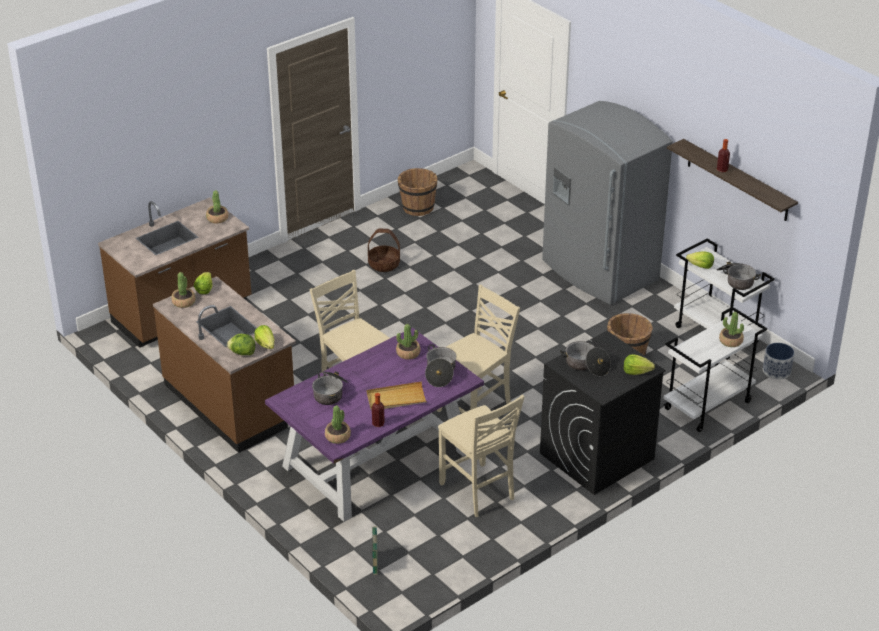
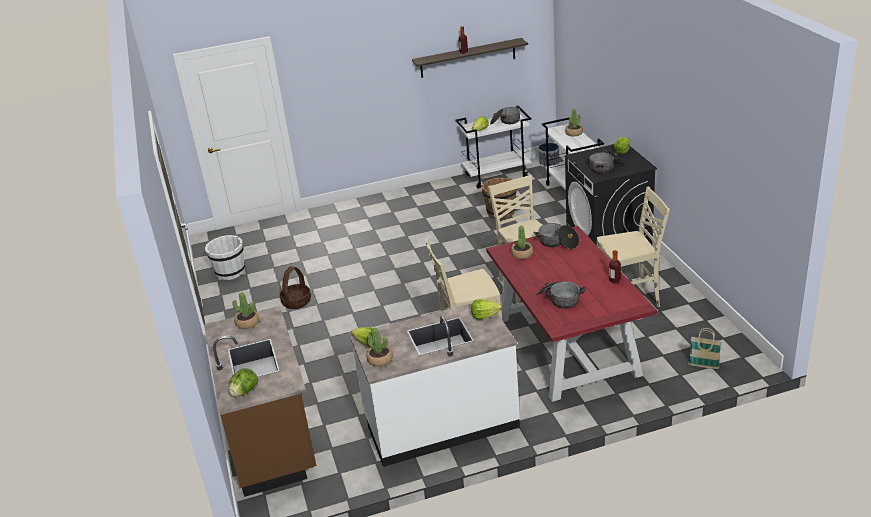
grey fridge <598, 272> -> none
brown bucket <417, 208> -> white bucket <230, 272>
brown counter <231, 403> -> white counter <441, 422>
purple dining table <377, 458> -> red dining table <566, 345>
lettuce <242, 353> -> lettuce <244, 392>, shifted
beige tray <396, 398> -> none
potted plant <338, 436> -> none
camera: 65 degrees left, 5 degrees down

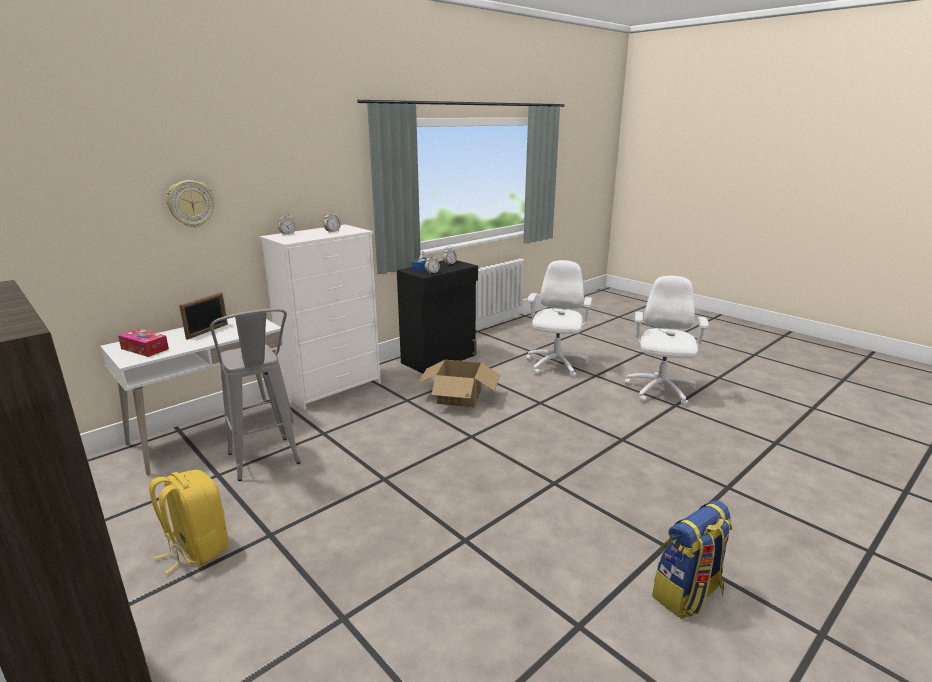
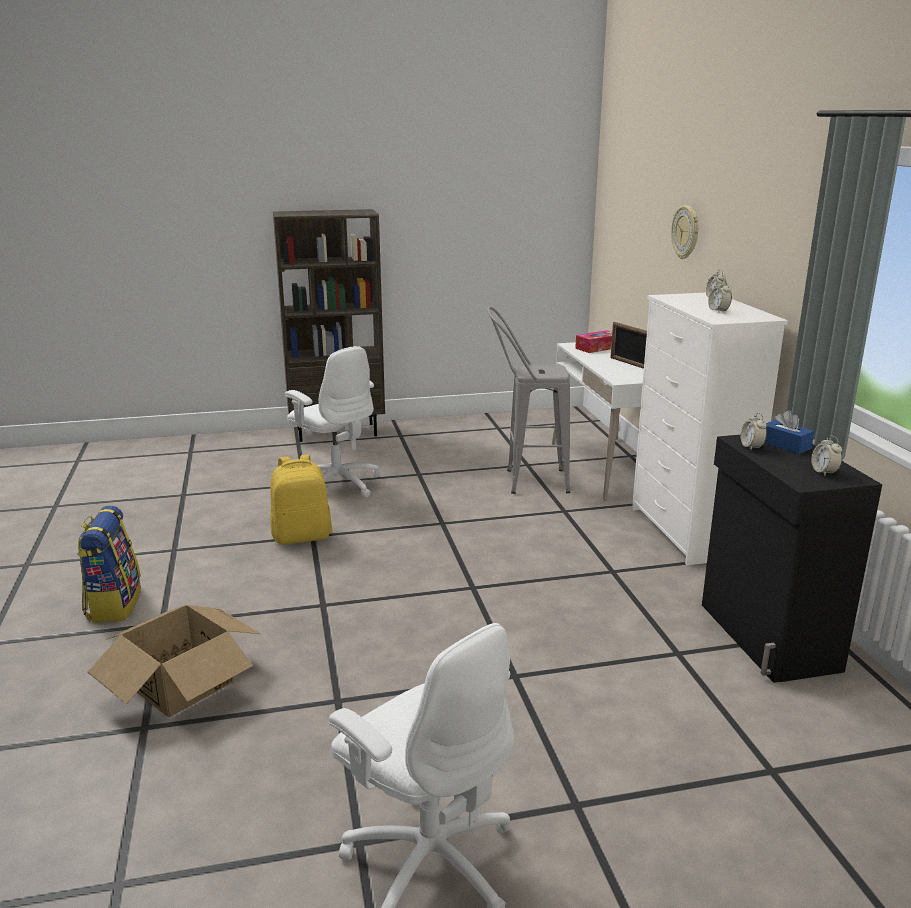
white office chair <555, 366> -> white office chair <337, 484>, shifted
cardboard box <459, 396> -> cardboard box <181, 683>, shifted
yellow backpack <196, 549> -> yellow backpack <302, 536>, shifted
camera: 120 degrees right, 0 degrees up

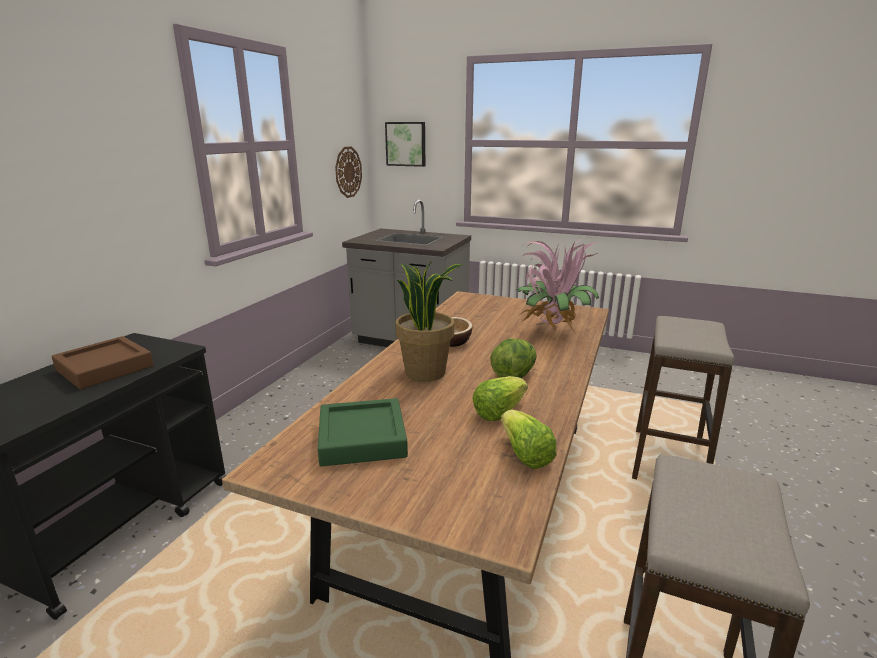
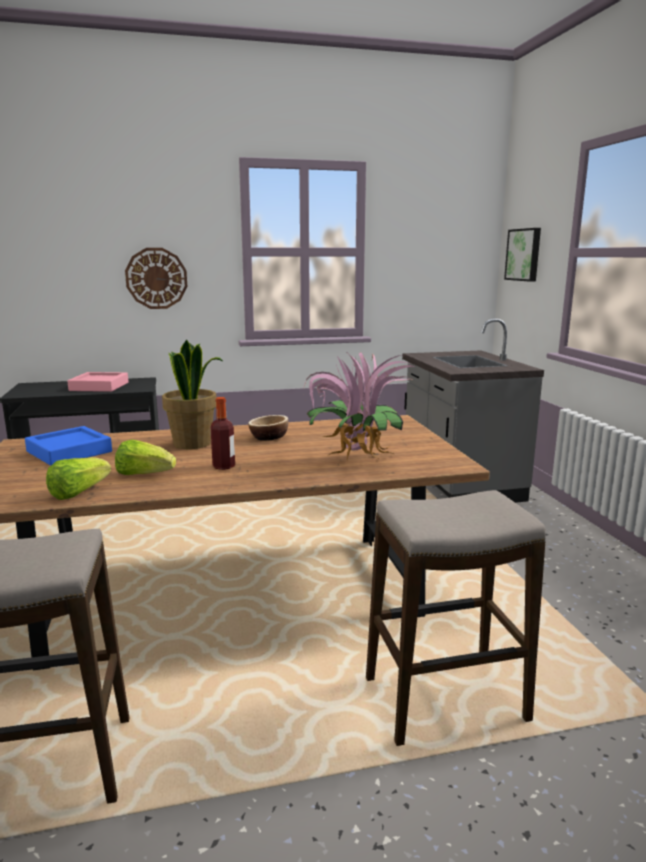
wall clock <348, 172> -> wall clock <156, 278>, shifted
brown tray <105, 368> -> pink tray <99, 386>
lettuce <514, 375> -> bottle <224, 466>
green tray <362, 438> -> blue tray <69, 452>
camera: 55 degrees right, 5 degrees down

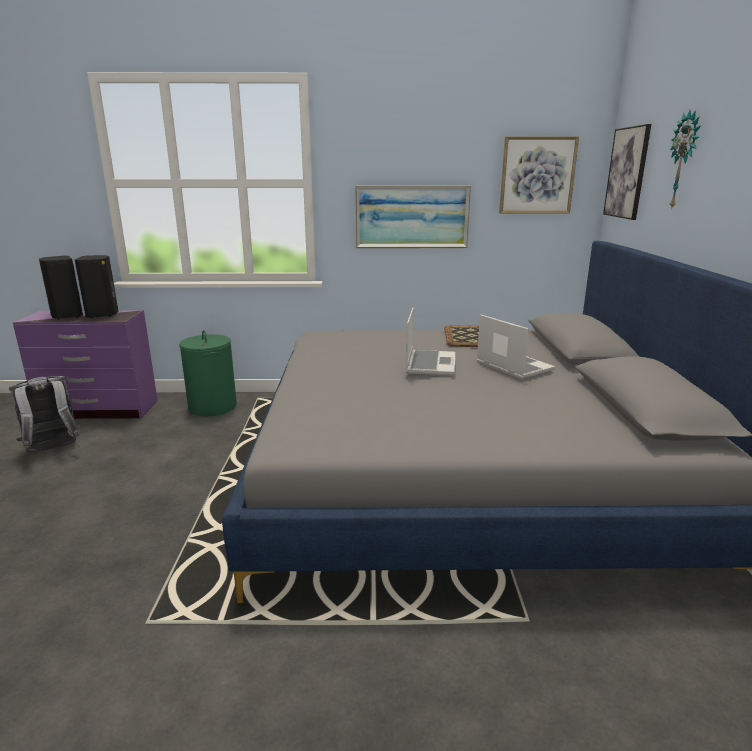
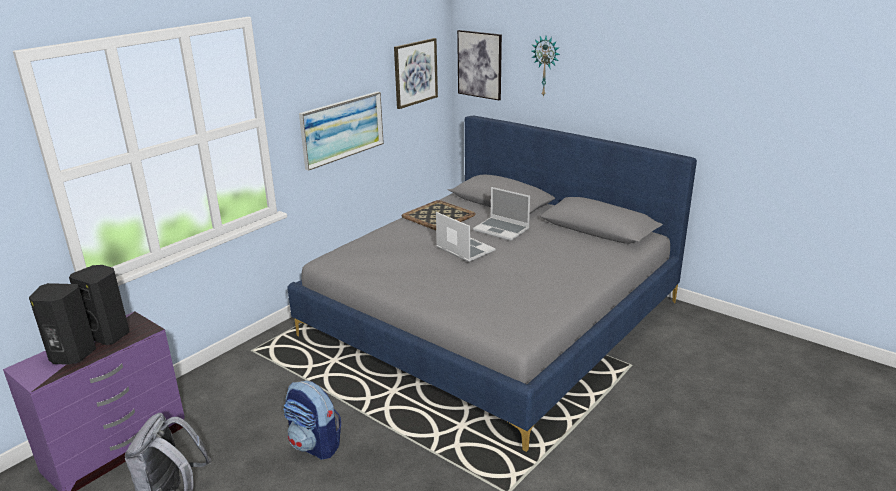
laptop <512, 366> -> laptop <502, 230>, 150 degrees counterclockwise
green laundry basket <212, 406> -> none
none -> backpack <315, 445>
camera: 50 degrees left, 5 degrees up

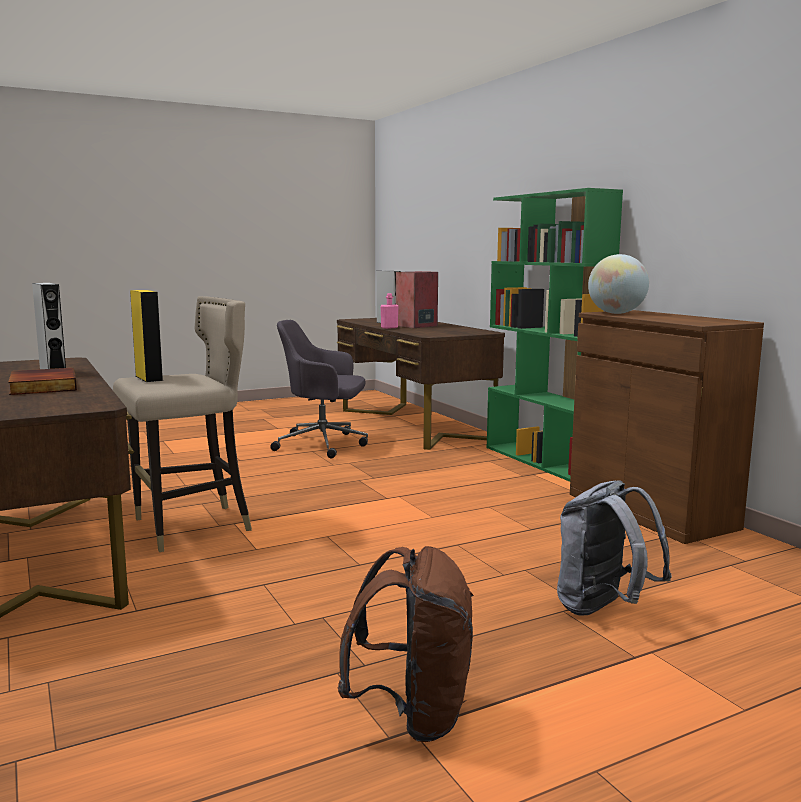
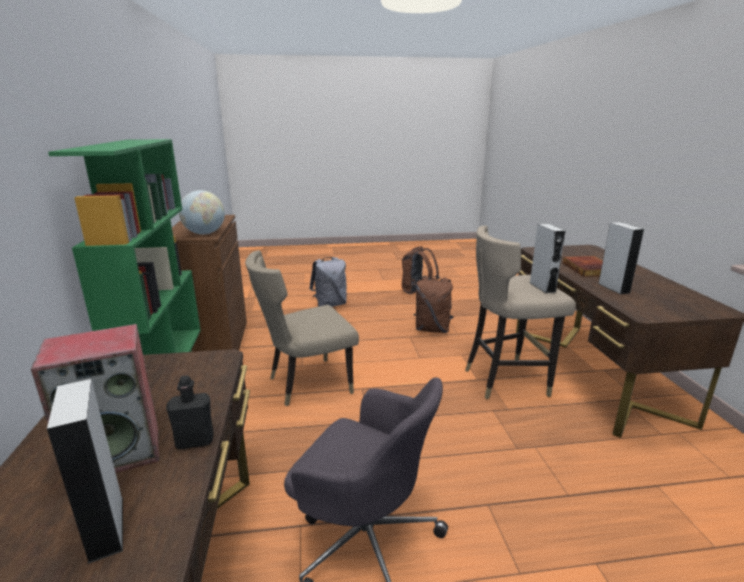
yellow speaker <149, 378> -> grey speaker <542, 287>
pink bottle <389, 328> -> black bottle <195, 441>
none -> beige chair <306, 384>
none -> brown backpack <432, 329>
camera: 160 degrees left, 10 degrees up

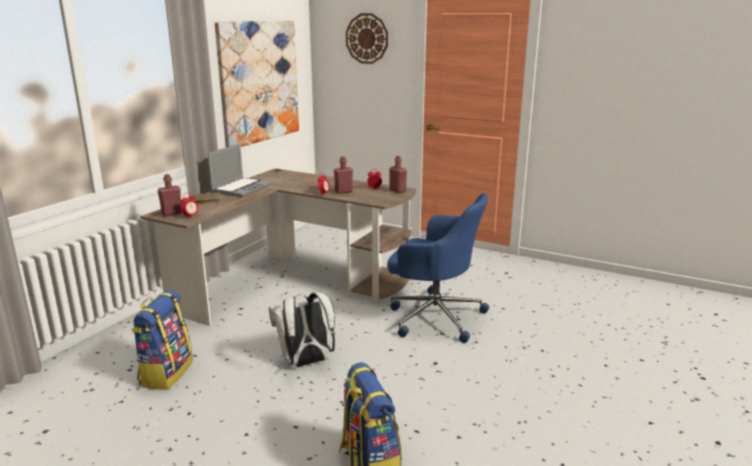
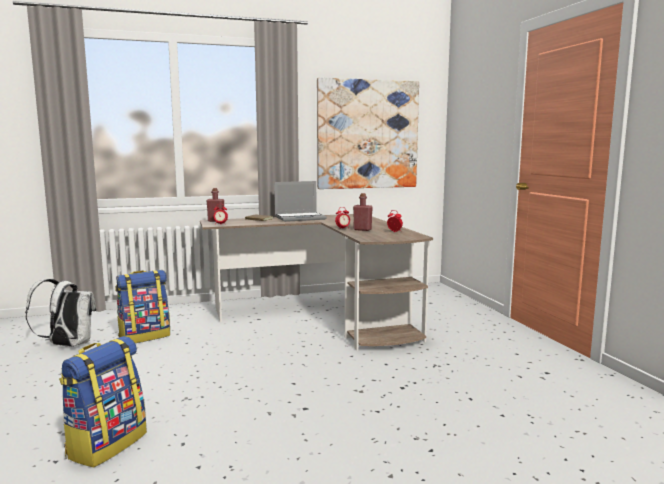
wall clock <367, 38> -> none
red bottle <397, 191> -> none
blue office chair <434, 316> -> none
white backpack <306, 362> -> white backpack <67, 345>, shifted
camera: 45 degrees right, 10 degrees down

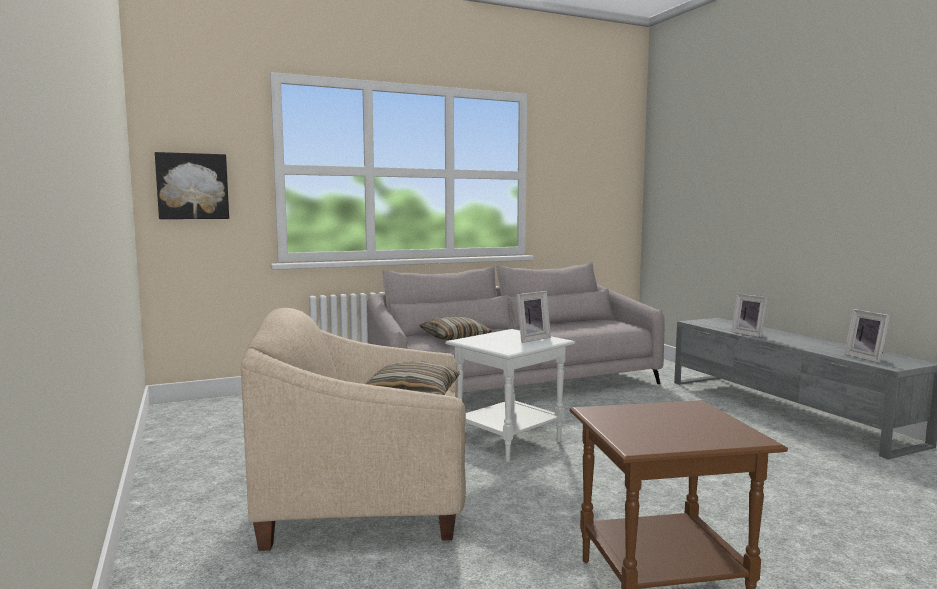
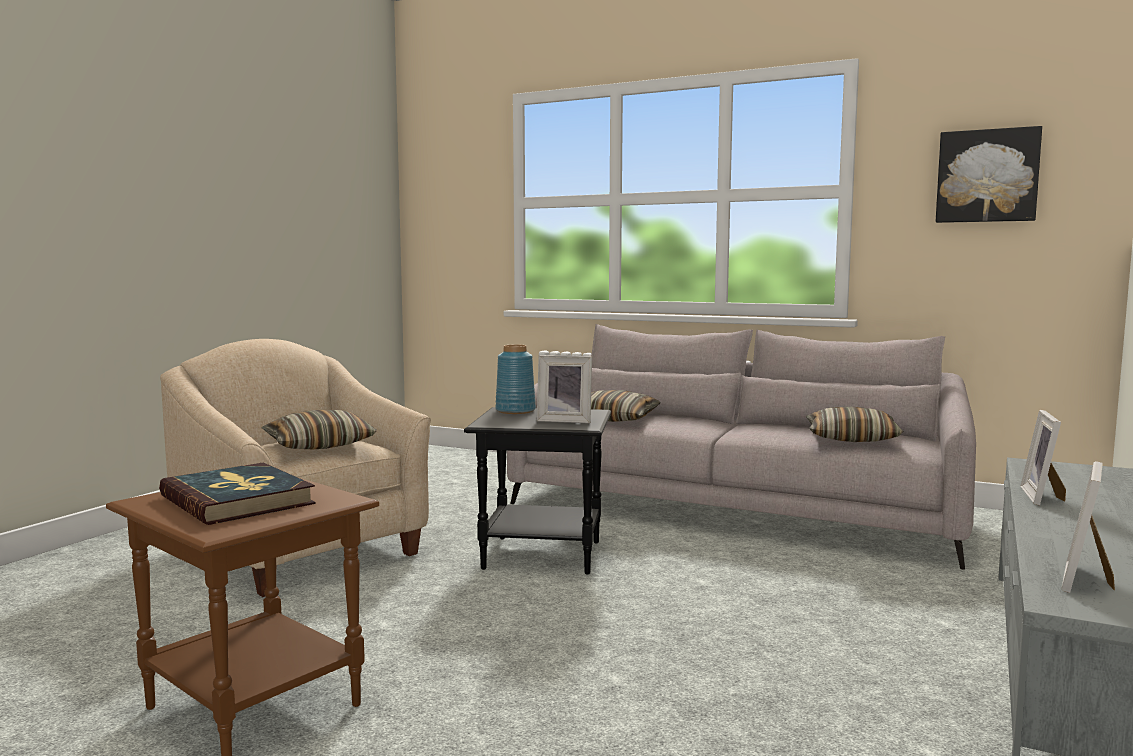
picture <192, 186> -> picture <987, 176>, shifted
white side table <510, 441> -> black side table <544, 555>
none -> blue vase <514, 411>
none -> pillow <851, 439>
none -> book <238, 500>
camera: 50 degrees right, 0 degrees up

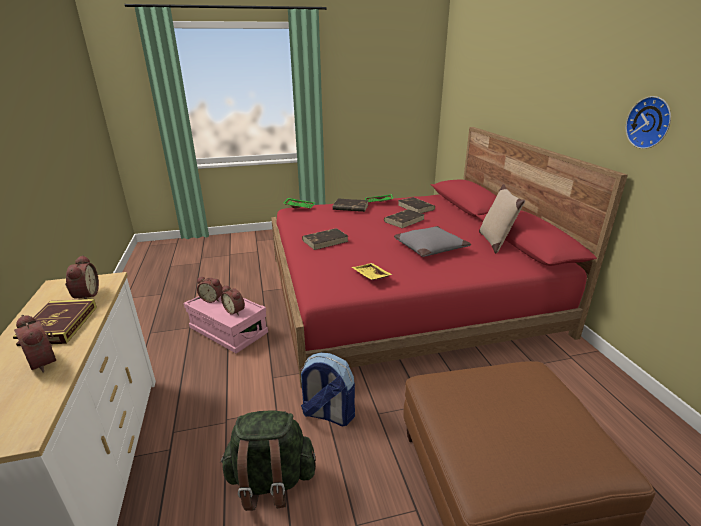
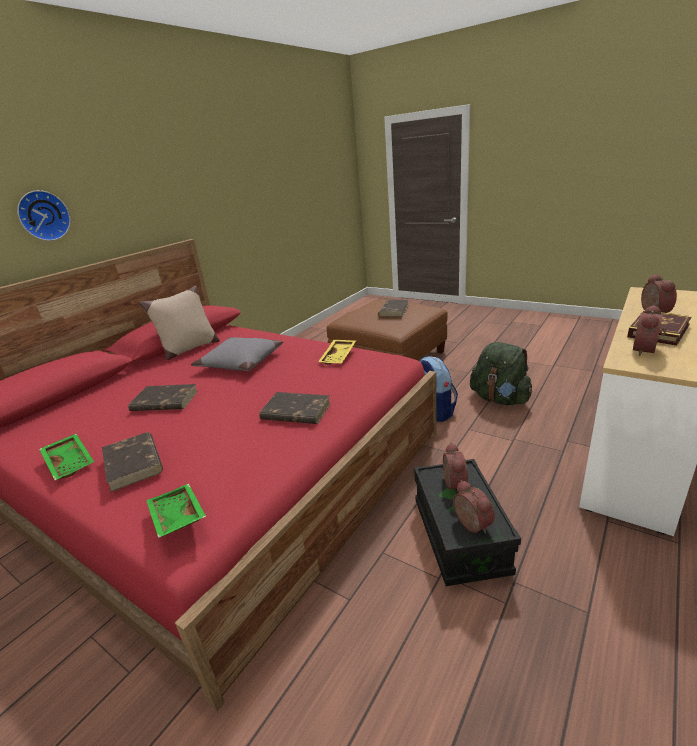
wall clock <650, 122> -> wall clock <43, 216>, shifted
brown book <416, 207> -> brown book <393, 310>, shifted
pink storage box <228, 331> -> black storage box <460, 536>
camera: 130 degrees left, 0 degrees up

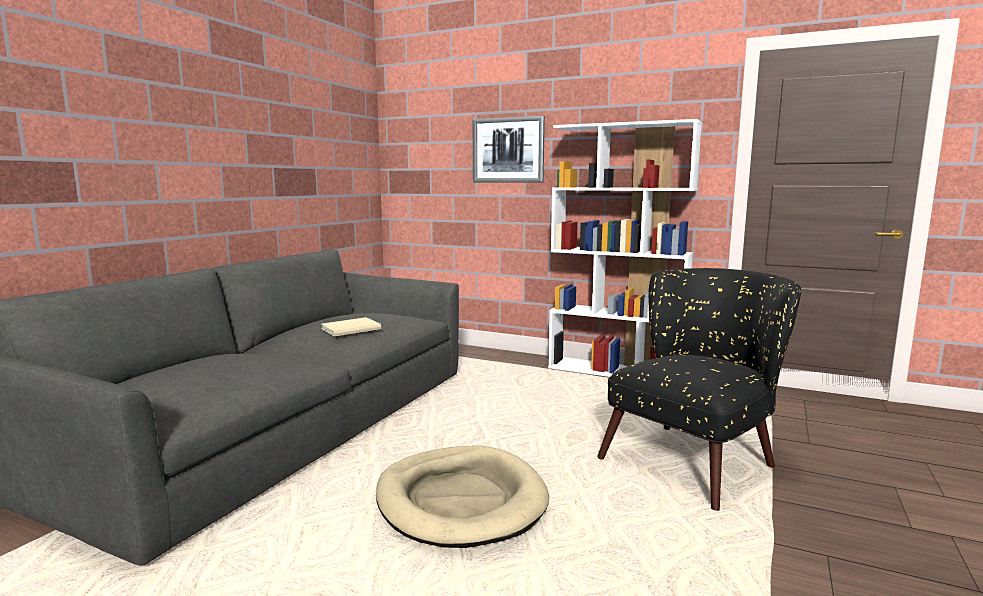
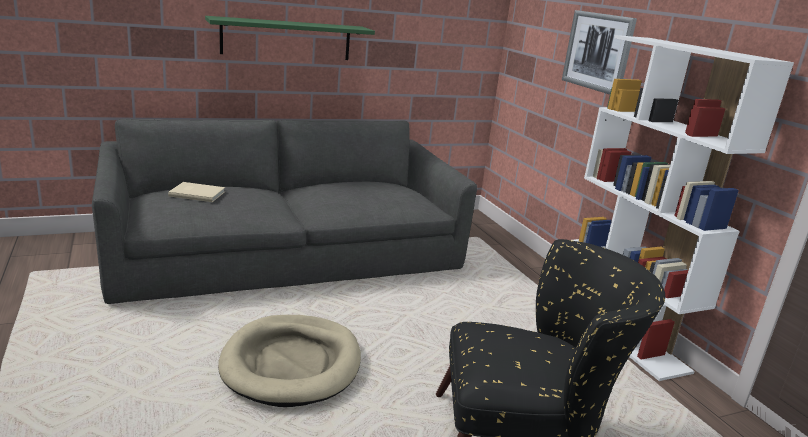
beige book <349, 328> -> beige book <197, 193>, shifted
none -> green shelf <287, 39>
camera: 40 degrees right, 10 degrees up

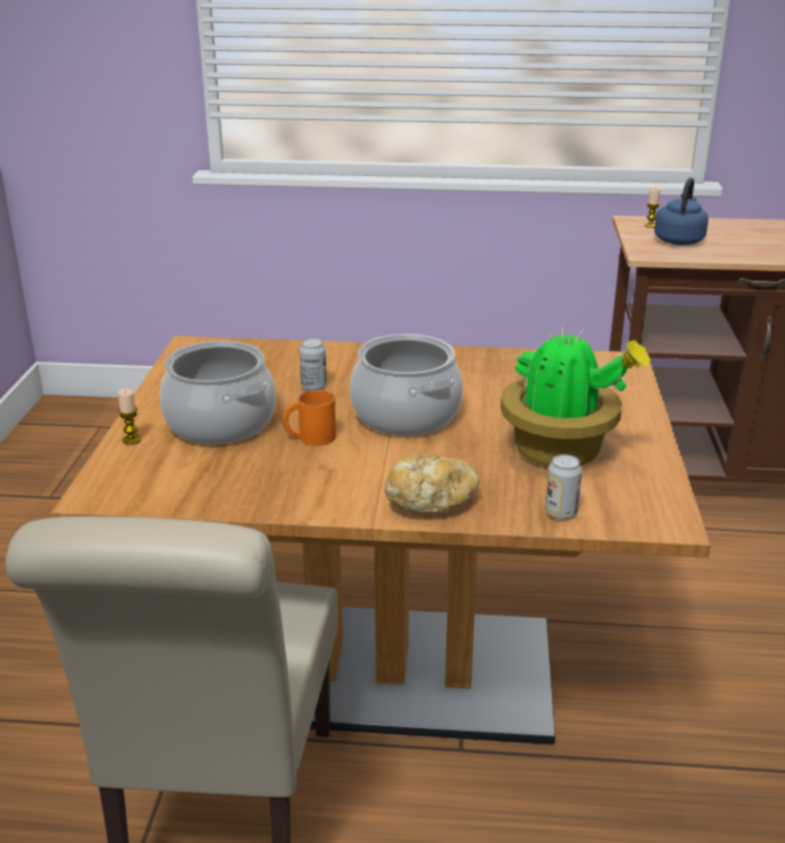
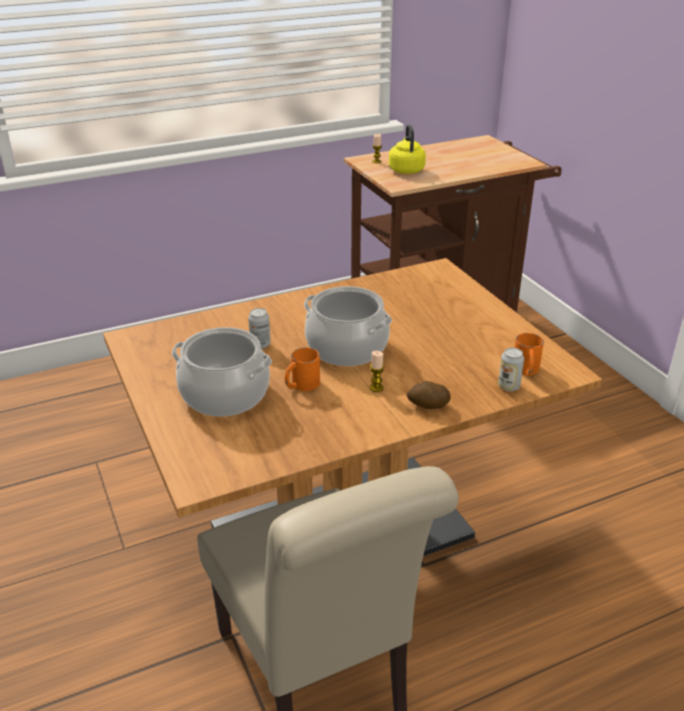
blue kettle <679, 240> -> yellow kettle <406, 169>
potted plant <561, 452> -> none
candle <132, 440> -> candle <376, 388>, shifted
bread <430, 501> -> potato <428, 406>
none -> orange mug <526, 370>
camera: 30 degrees left, 5 degrees up

